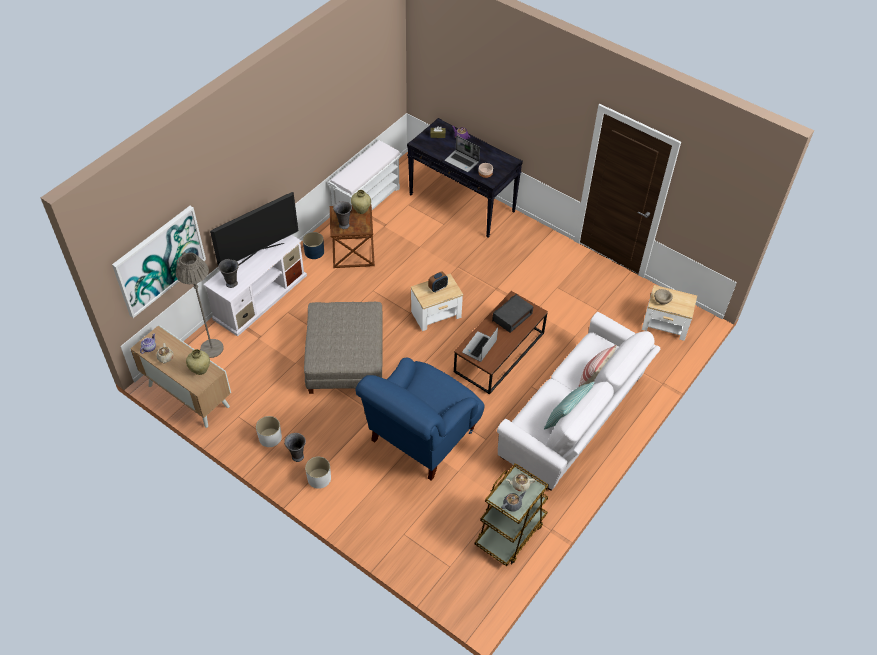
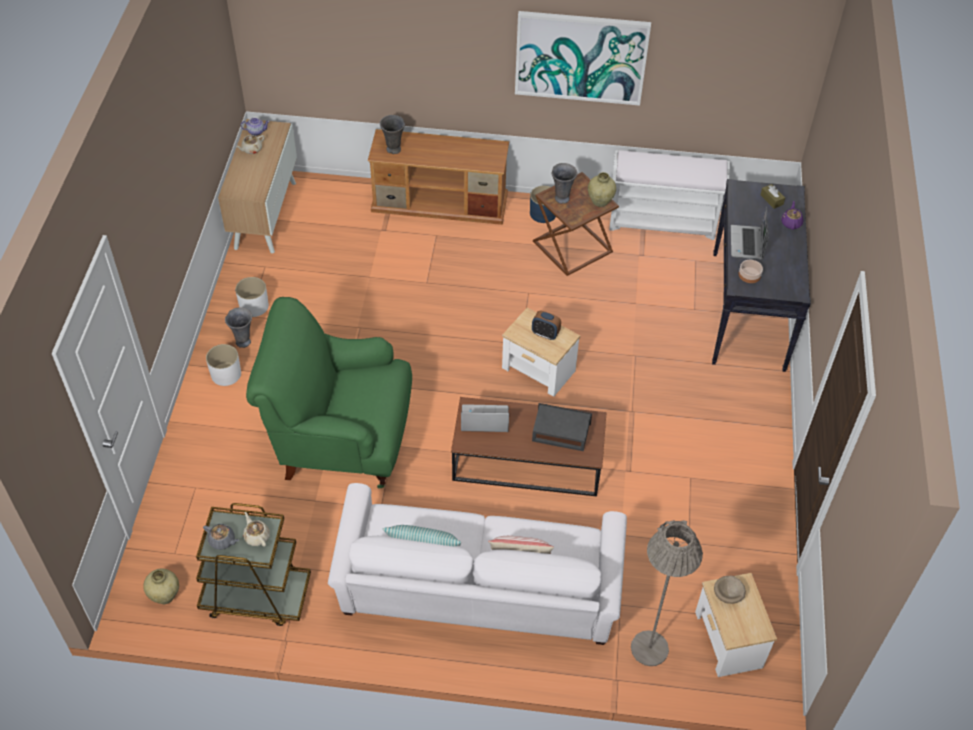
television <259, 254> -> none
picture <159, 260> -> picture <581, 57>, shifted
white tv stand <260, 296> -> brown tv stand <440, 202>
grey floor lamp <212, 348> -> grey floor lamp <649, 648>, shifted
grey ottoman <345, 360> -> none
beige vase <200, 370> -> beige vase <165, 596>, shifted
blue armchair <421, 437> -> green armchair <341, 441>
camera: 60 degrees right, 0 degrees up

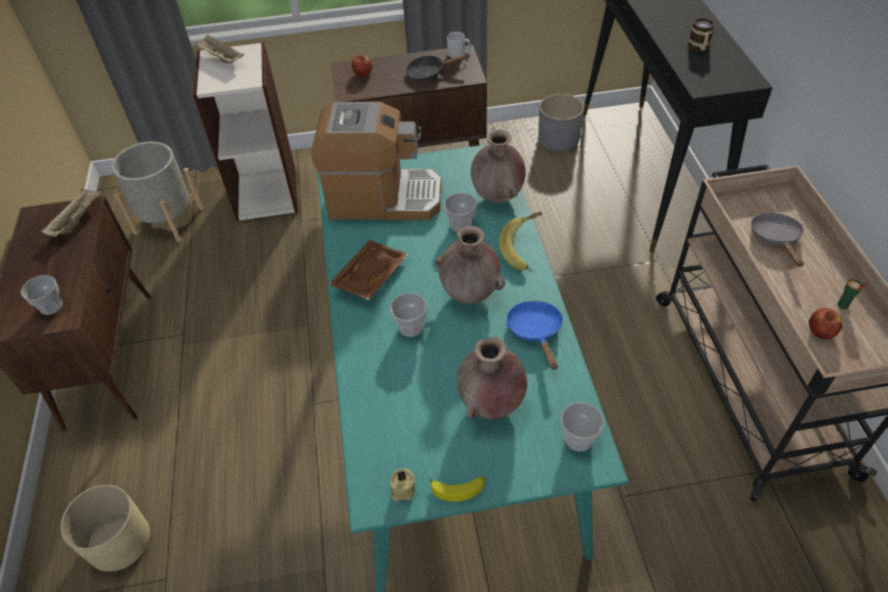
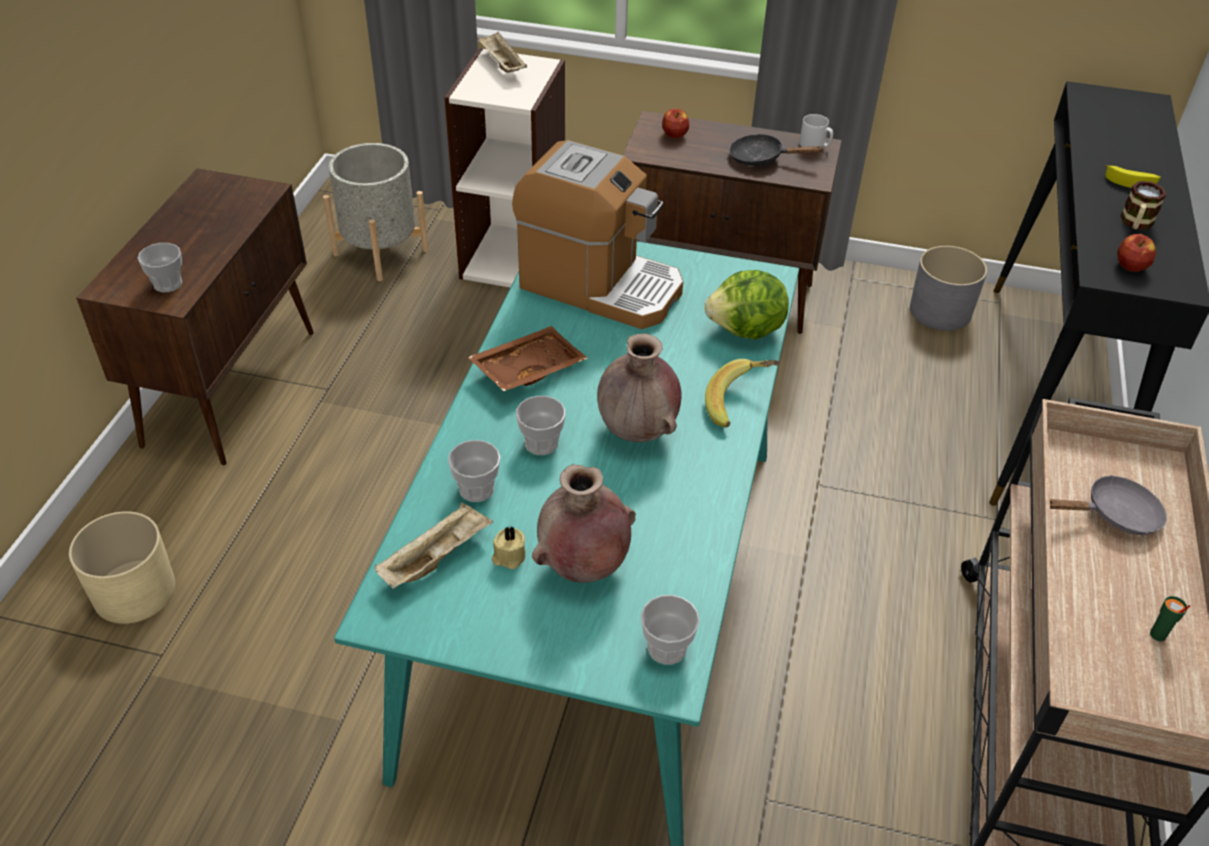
brown vase <498, 197> -> lettuce <746, 331>
beige tray <77, 220> -> beige tray <436, 558>, shifted
cup <460, 225> -> cup <476, 489>, shifted
grey frying pan <776, 239> -> grey frying pan <1114, 515>, 60 degrees clockwise
blue frying pan <536, 332> -> none
apple <820, 332> -> apple <1130, 266>, shifted
beige candle <402, 490> -> beige candle <508, 557>, shifted
banana <459, 488> -> banana <1131, 181>, shifted
camera: 20 degrees right, 5 degrees down

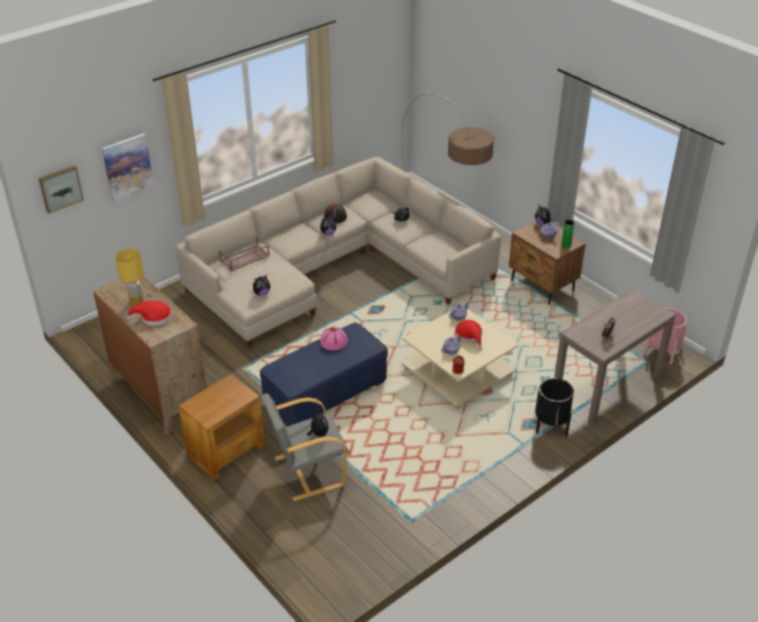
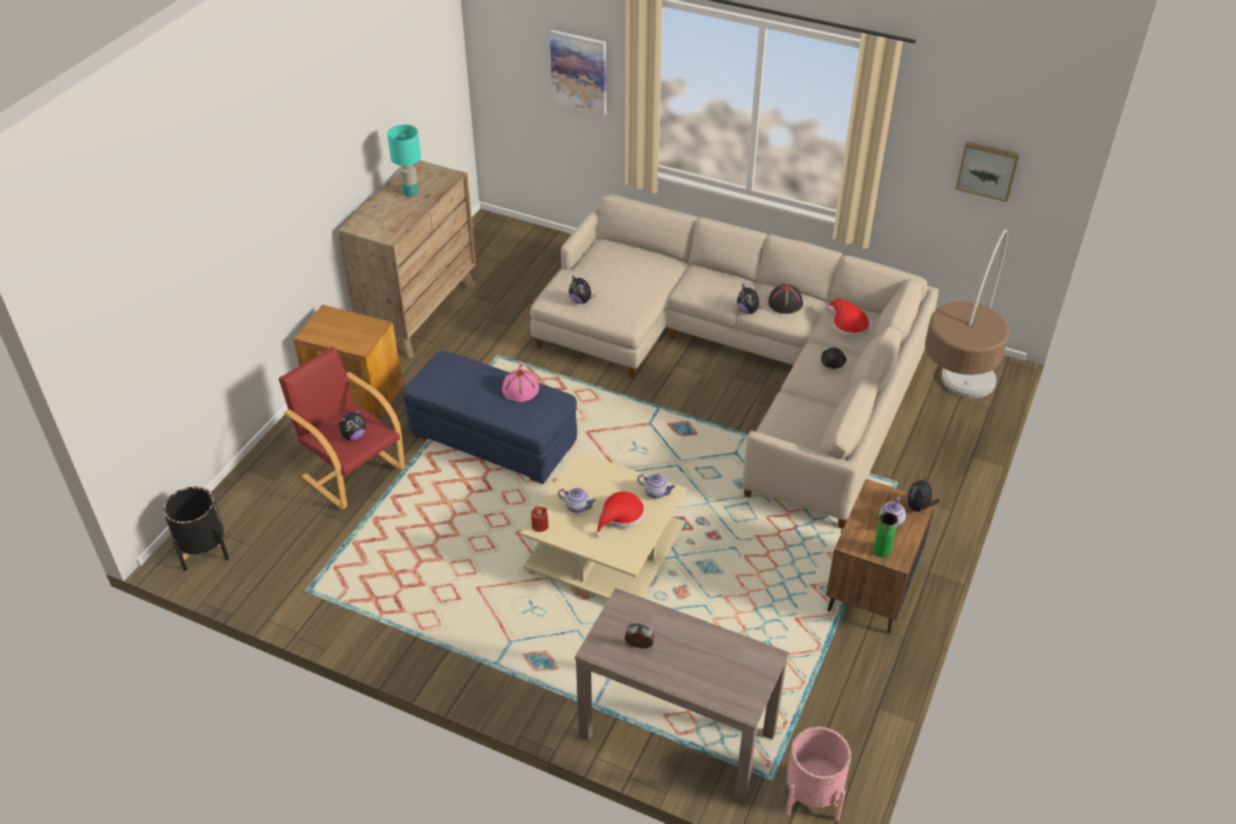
picture <60, 188> -> picture <987, 170>, shifted
brown tray <244, 258> -> none
yellow table lamp <136, 302> -> turquoise table lamp <410, 192>
red hat <153, 317> -> red hat <847, 325>, shifted
black planter <551, 424> -> black planter <204, 549>, shifted
grey armchair <307, 471> -> red armchair <352, 471>
camera: 65 degrees right, 5 degrees up

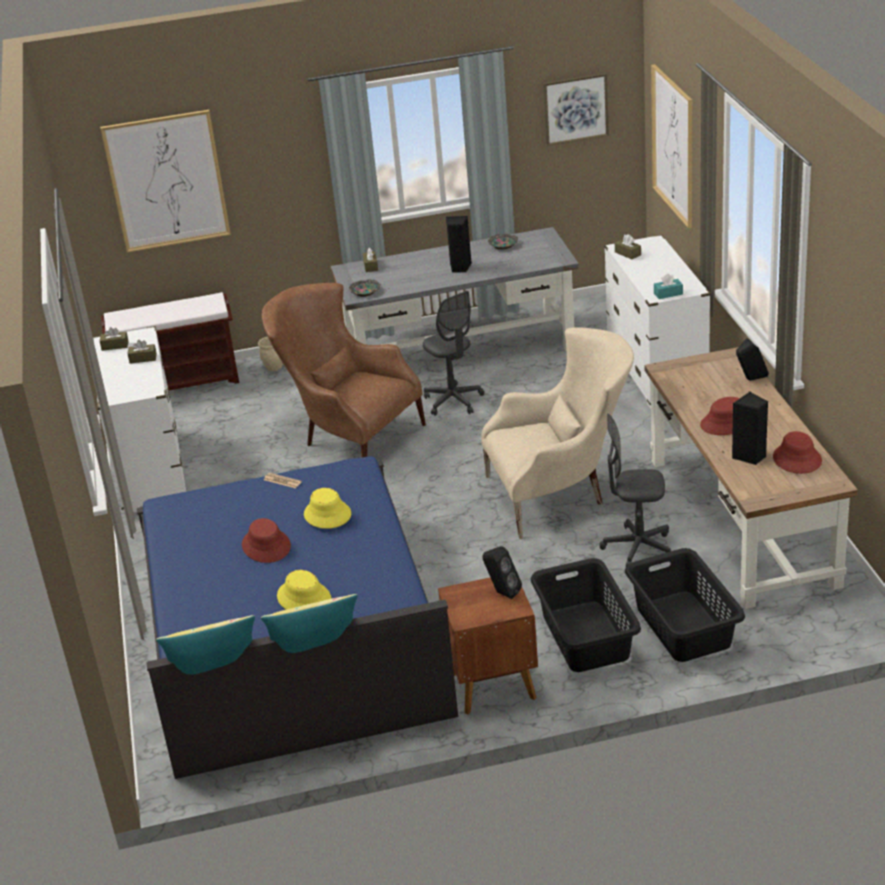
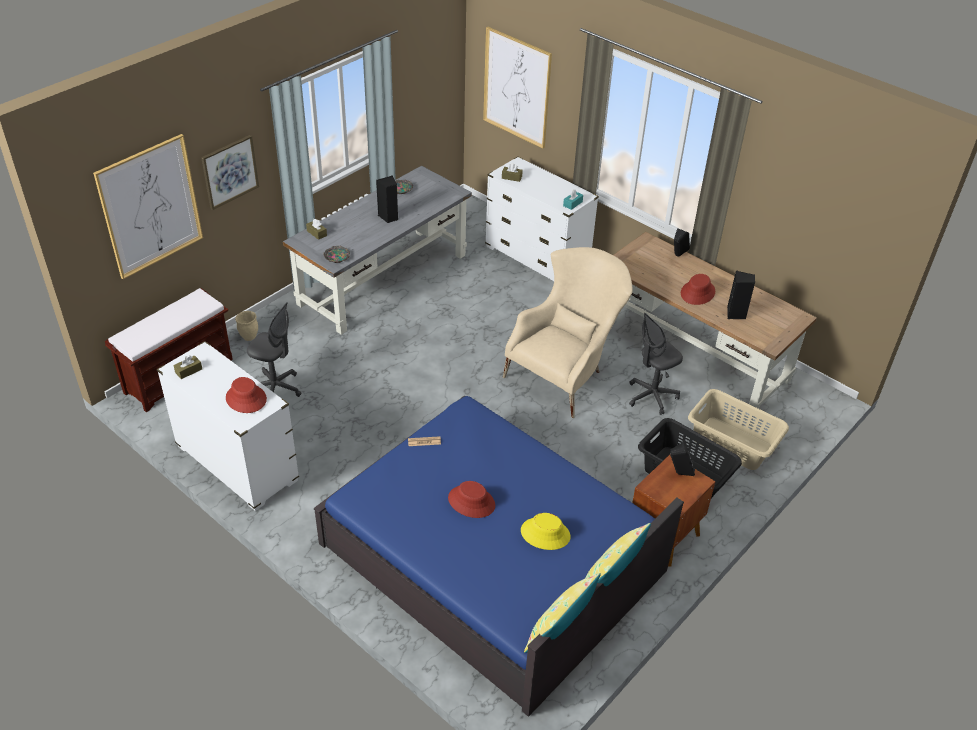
picture <575, 109> -> picture <230, 171>, shifted
brown armchair <348, 437> -> none
grey office chair <453, 401> -> grey office chair <276, 388>, shifted
brown tissue box <143, 358> -> none
red hat <797, 459> -> red hat <246, 399>, shifted
yellow hat <327, 514> -> none
black laundry basket <682, 627> -> beige laundry basket <732, 444>
camera: 40 degrees left, 10 degrees up

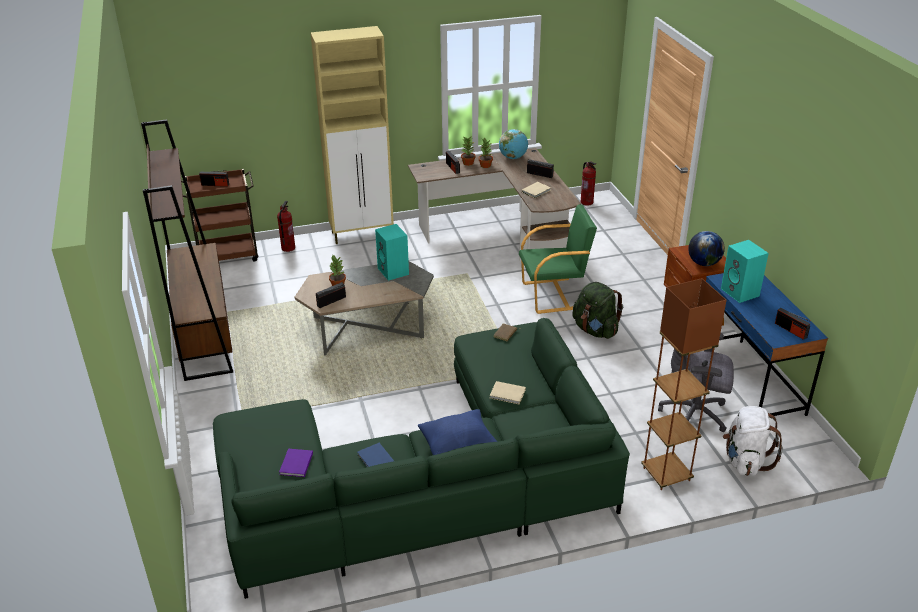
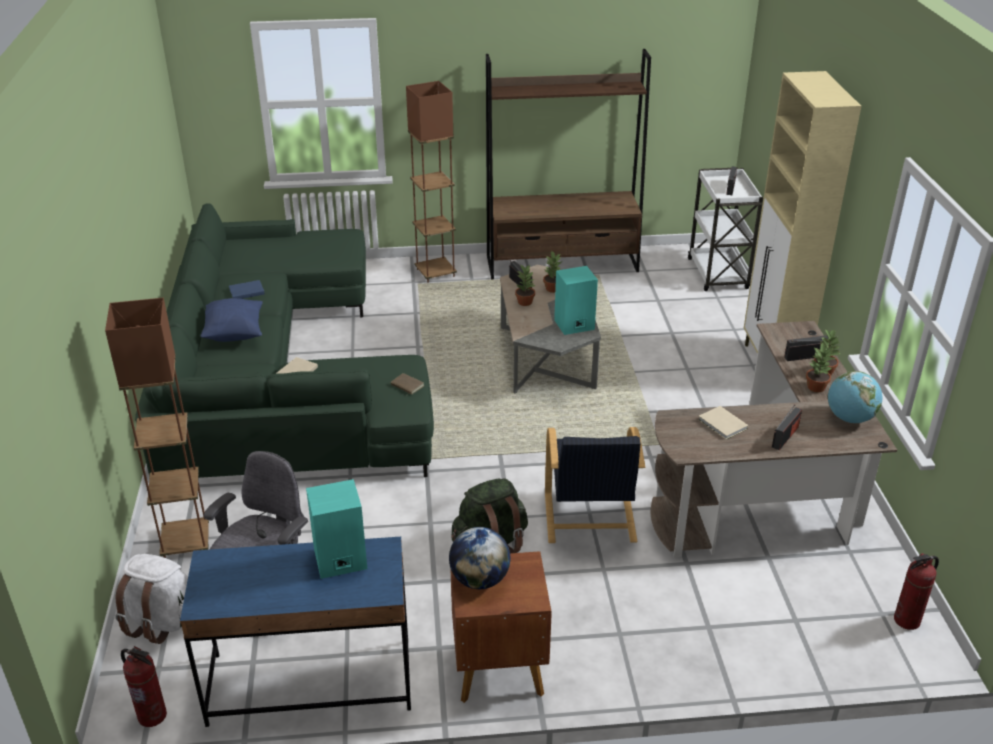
brown cart <228, 255> -> white cart <718, 275>
fire extinguisher <288, 248> -> fire extinguisher <153, 715>, shifted
green armchair <554, 295> -> black armchair <589, 519>
radio <791, 330> -> none
purple book <295, 465> -> none
none -> brown floor lamp <435, 273>
none -> potted plant <525, 302>
camera: 100 degrees right, 0 degrees up

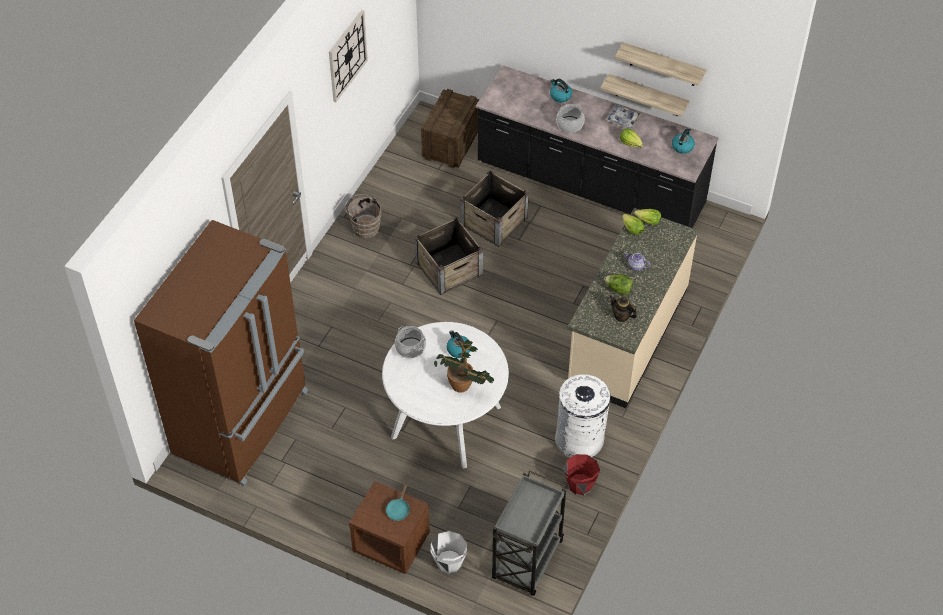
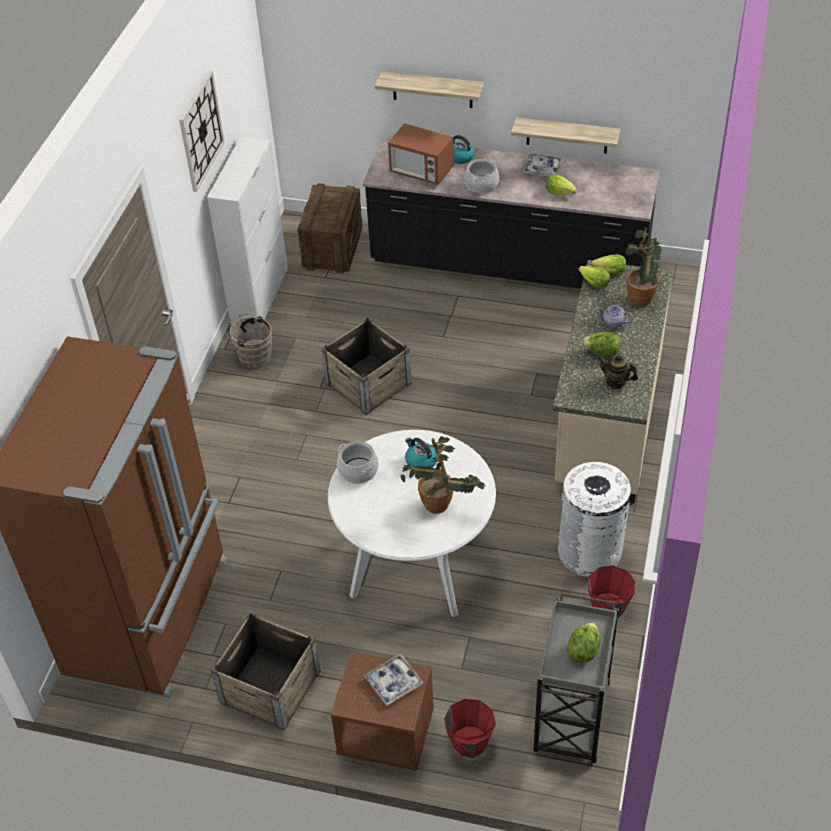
shelf <663, 65> -> shelf <432, 90>, shifted
kettle <682, 146> -> none
crate <494, 221> -> crate <270, 687>, shifted
turquoise frying pan <398, 509> -> tray <393, 682>
white bucket <449, 562> -> red bucket <469, 743>
none -> microwave <421, 171>
none -> white cabinet <260, 297>
none -> potted plant <643, 296>
none -> lettuce <583, 650>
camera: 10 degrees left, 5 degrees down

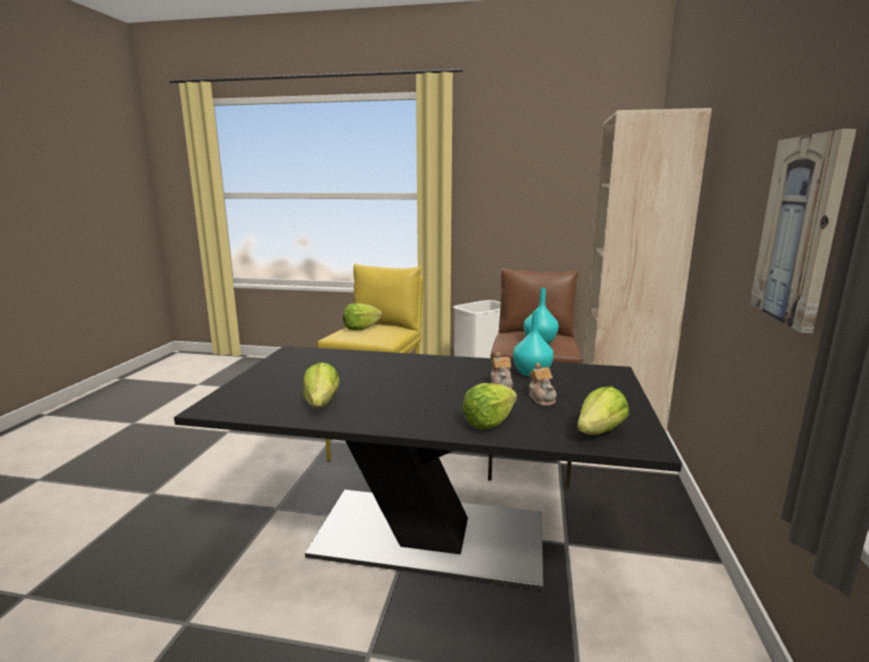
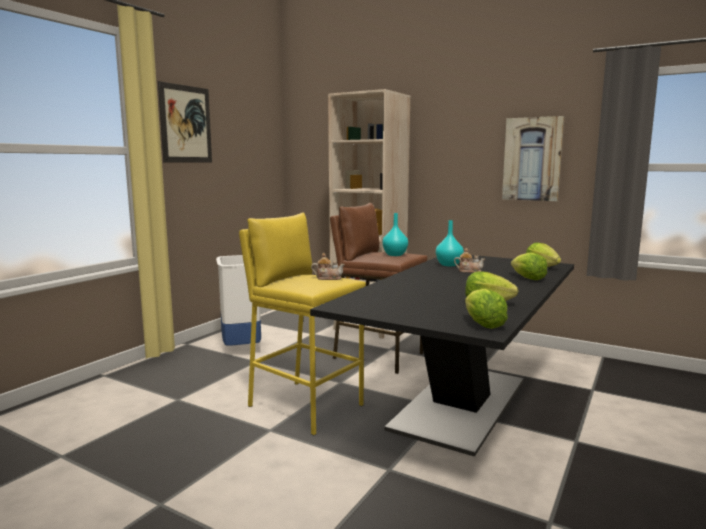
lettuce <361, 328> -> lettuce <482, 324>, shifted
teapot <542, 398> -> teapot <328, 278>, shifted
none -> picture <186, 124>
camera: 70 degrees left, 5 degrees down

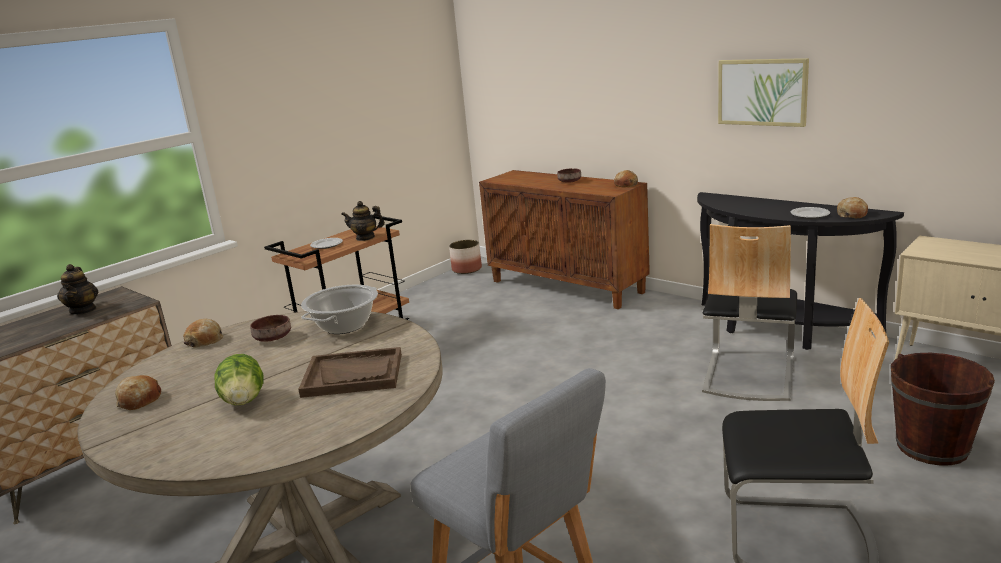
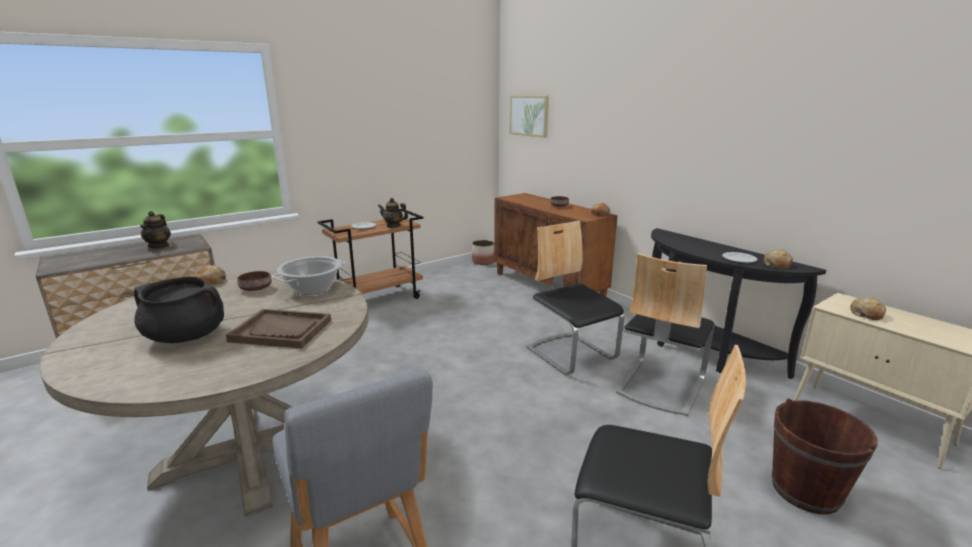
picture <762, 92> -> picture <529, 115>, shifted
lettuce <244, 401> -> black cooking pot <187, 336>
bread <139, 400> -> bread <866, 314>, shifted
none -> chair <571, 354>
camera: 10 degrees right, 0 degrees up

